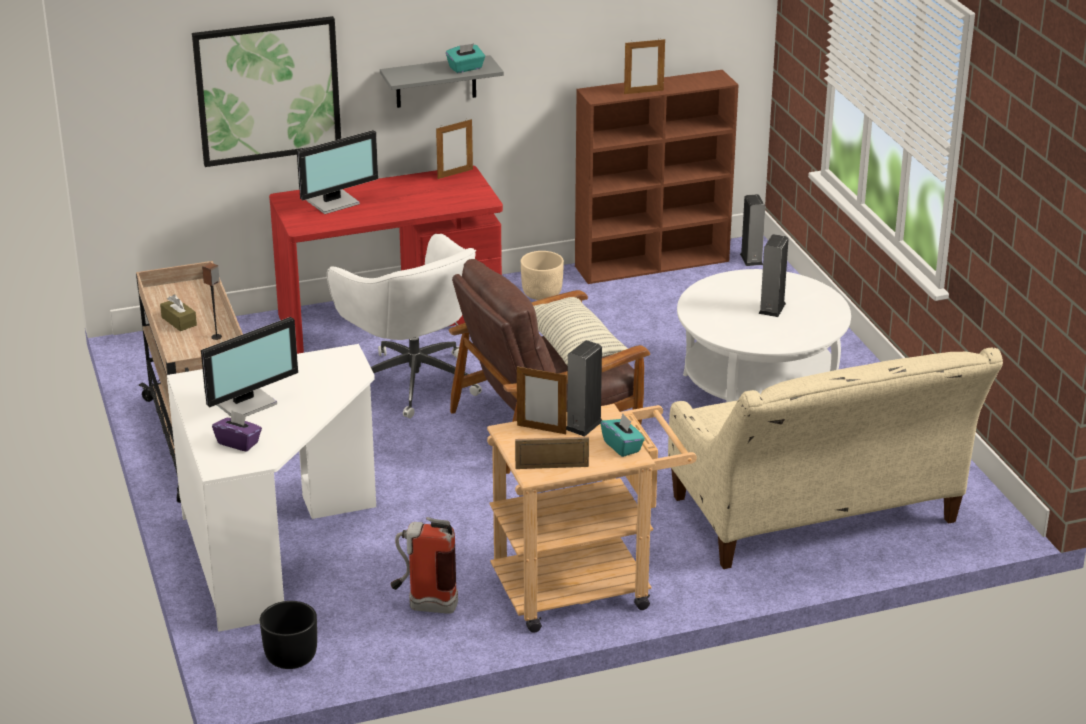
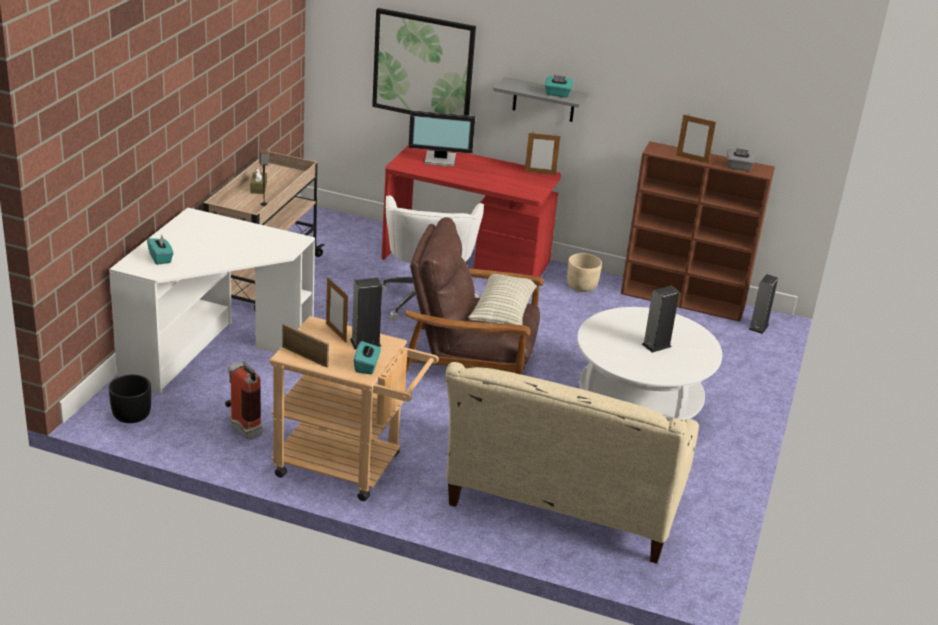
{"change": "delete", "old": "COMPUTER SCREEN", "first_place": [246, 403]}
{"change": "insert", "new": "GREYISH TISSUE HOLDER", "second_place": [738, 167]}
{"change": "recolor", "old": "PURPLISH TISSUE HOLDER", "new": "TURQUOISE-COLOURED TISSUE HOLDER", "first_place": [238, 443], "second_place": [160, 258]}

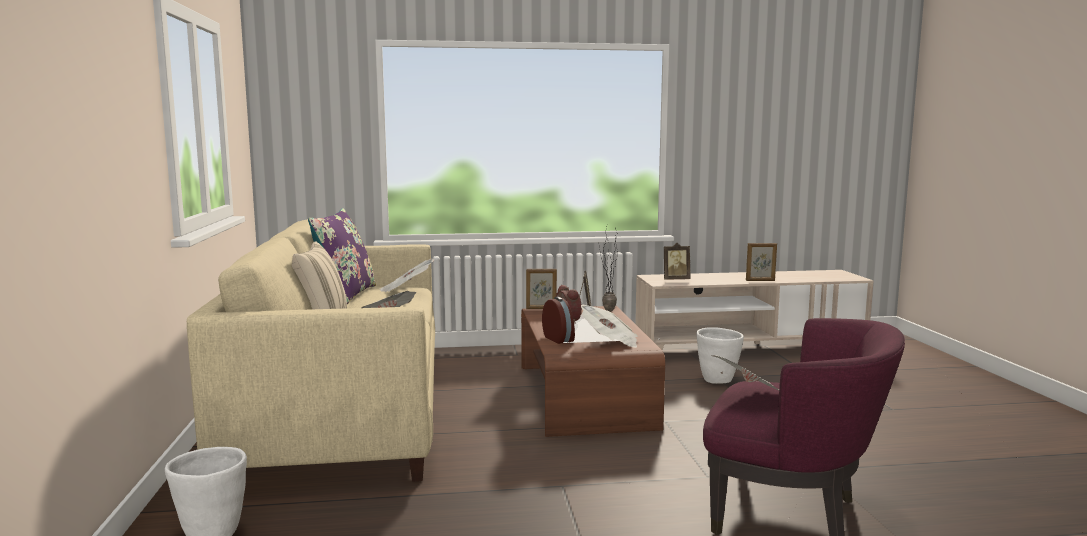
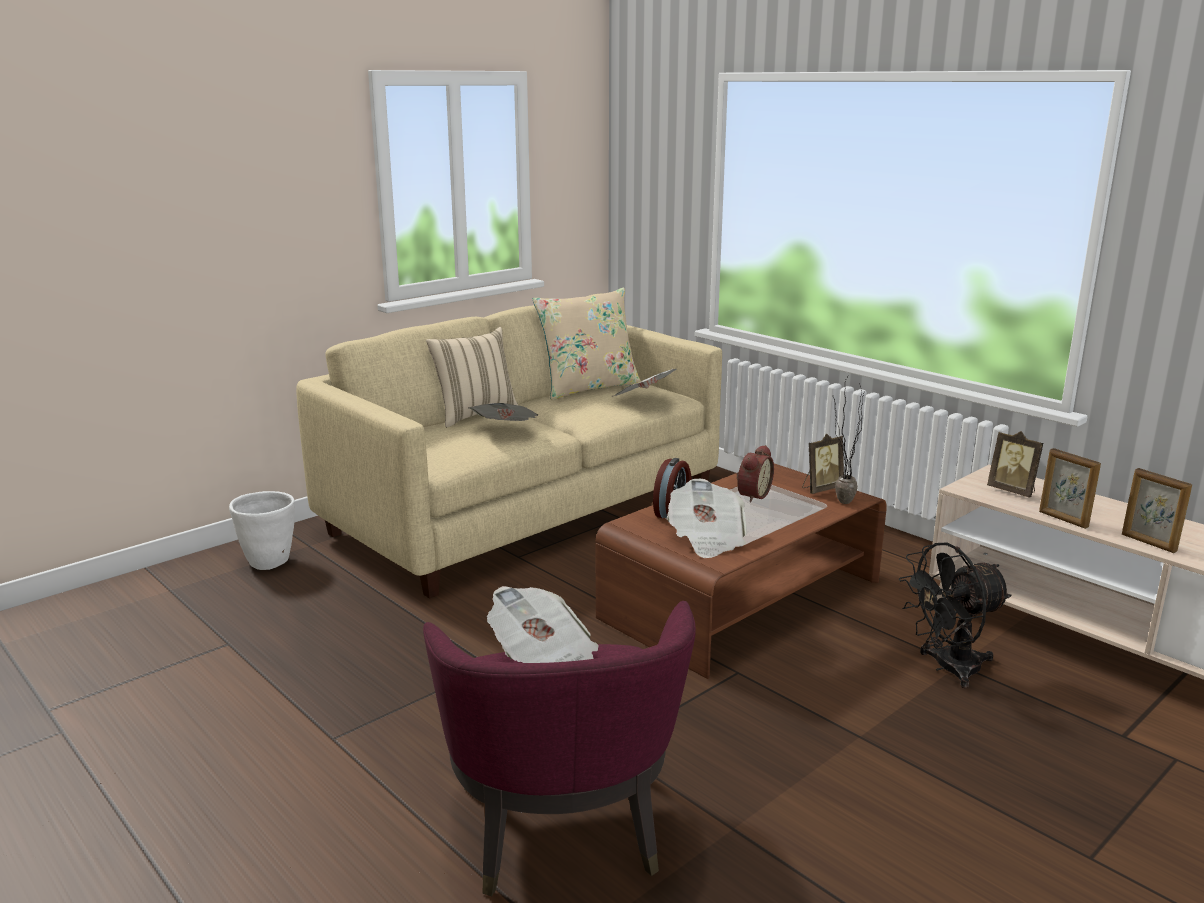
{"change": "move", "old": "PICTURE FRAME", "first_place": [541, 309], "second_place": [1063, 519]}
{"change": "replace", "old": "WHITE-COLOURED PLANTER", "new": "BLACKISH COOLING FAN", "first_place": [718, 380], "second_place": [947, 668]}
{"change": "recolor", "old": "PURPLISH CUSHION", "new": "BEIGE CUSHION", "first_place": [346, 295], "second_place": [588, 388]}

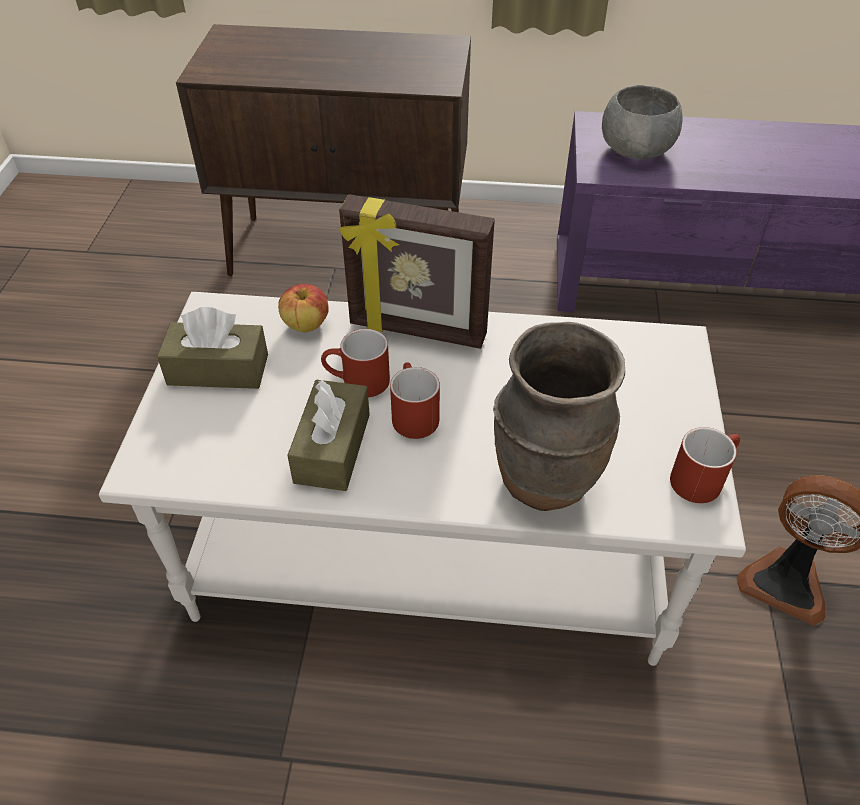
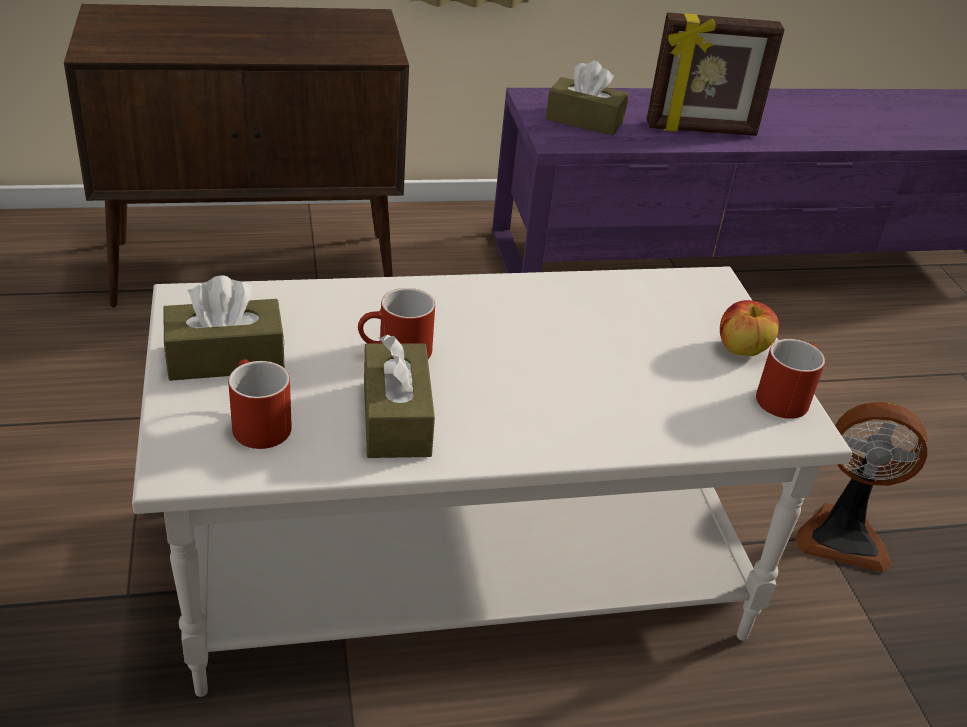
{"change": "delete", "old": "BROWNISH VASE", "first_place": [545, 479]}
{"change": "move", "old": "APPLE FRUIT", "first_place": [306, 325], "second_place": [742, 349]}
{"change": "move", "old": "PICTURE FRAME", "first_place": [417, 331], "second_place": [701, 130]}
{"change": "move", "old": "RED TEA MUG", "first_place": [411, 414], "second_place": [255, 423]}
{"change": "replace", "old": "GREYISH DEEP DISH", "new": "BROWNISH TISSUE HOLDER", "first_place": [635, 150], "second_place": [584, 120]}

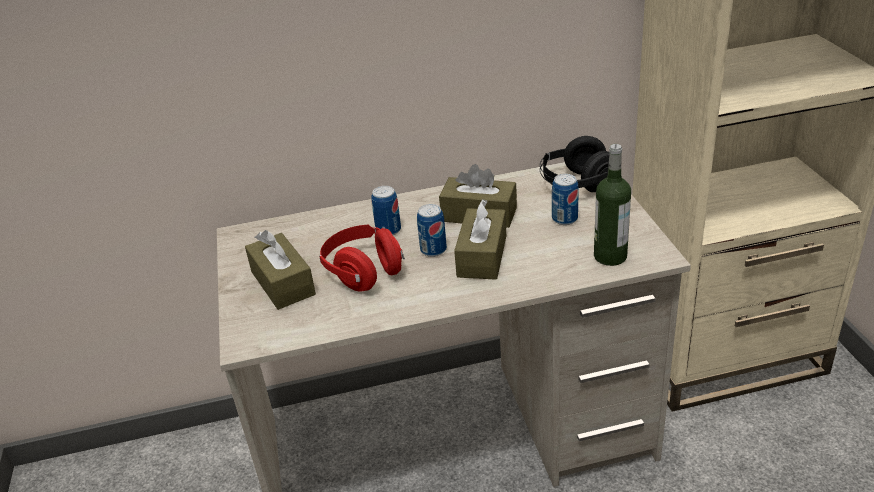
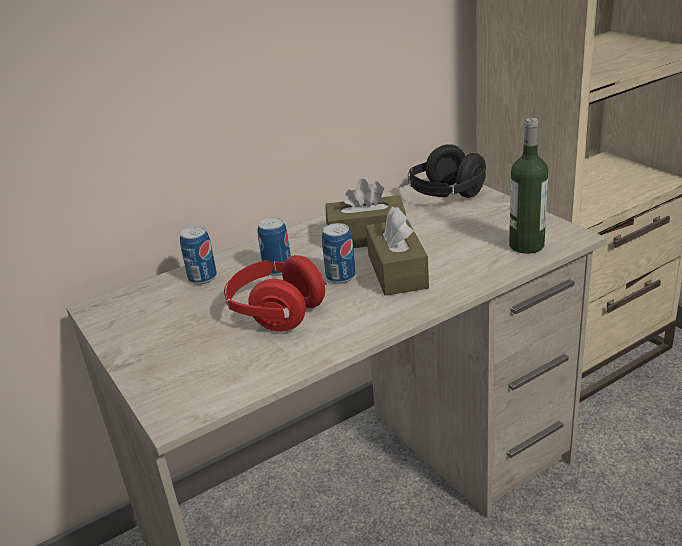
{"change": "delete", "old": "BROWNISH TISSUE HOLDER", "first_place": [283, 283]}
{"change": "move", "old": "CAN", "first_place": [564, 219], "second_place": [202, 278]}

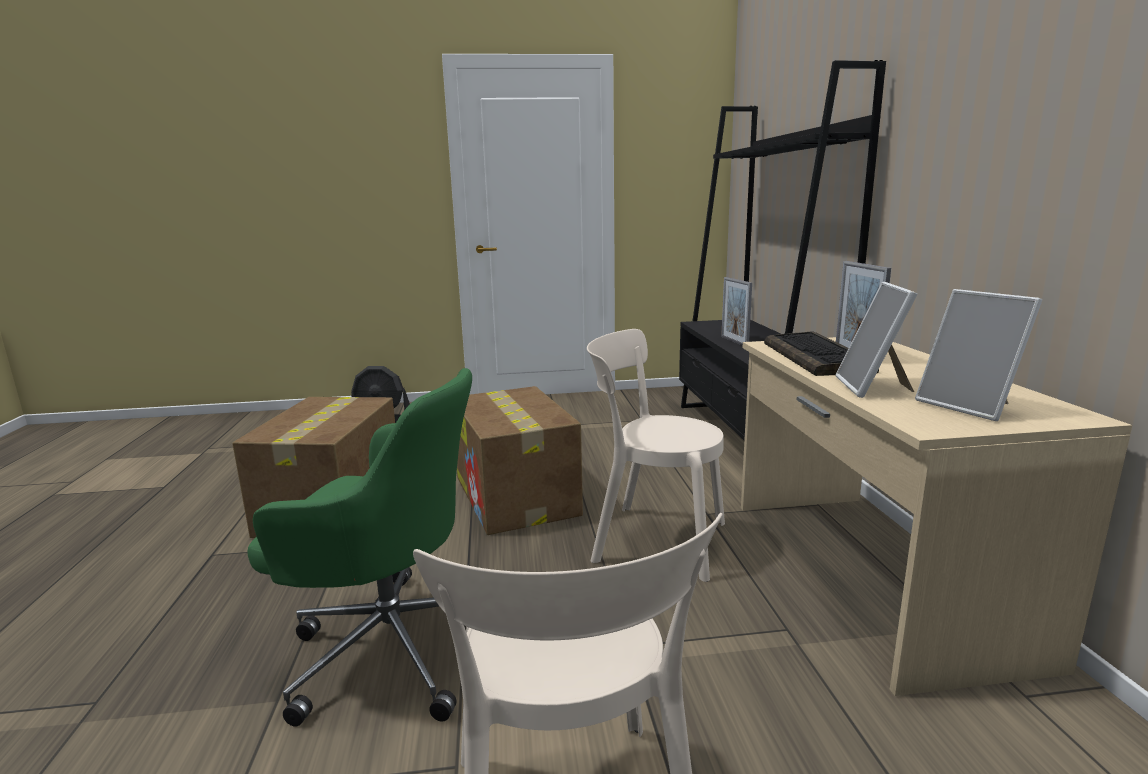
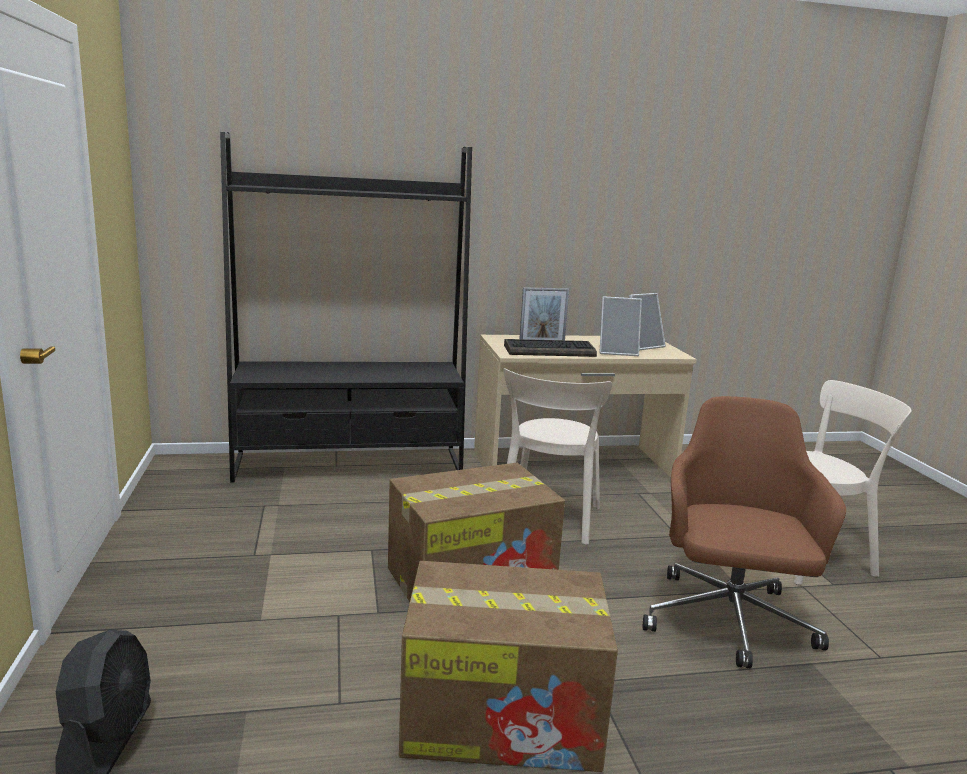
{"change": "delete", "old": "PICTURE FRAME", "first_place": [734, 341]}
{"change": "recolor", "old": "GREEN-COLOURED OFFICE CHAIR", "new": "BROWNISH OFFICE CHAIR", "first_place": [391, 645], "second_place": [728, 622]}

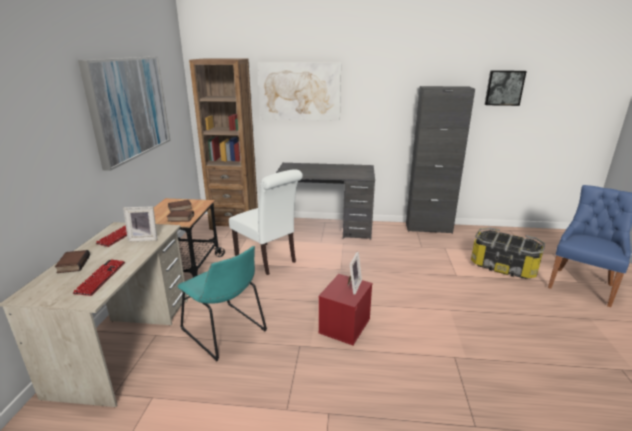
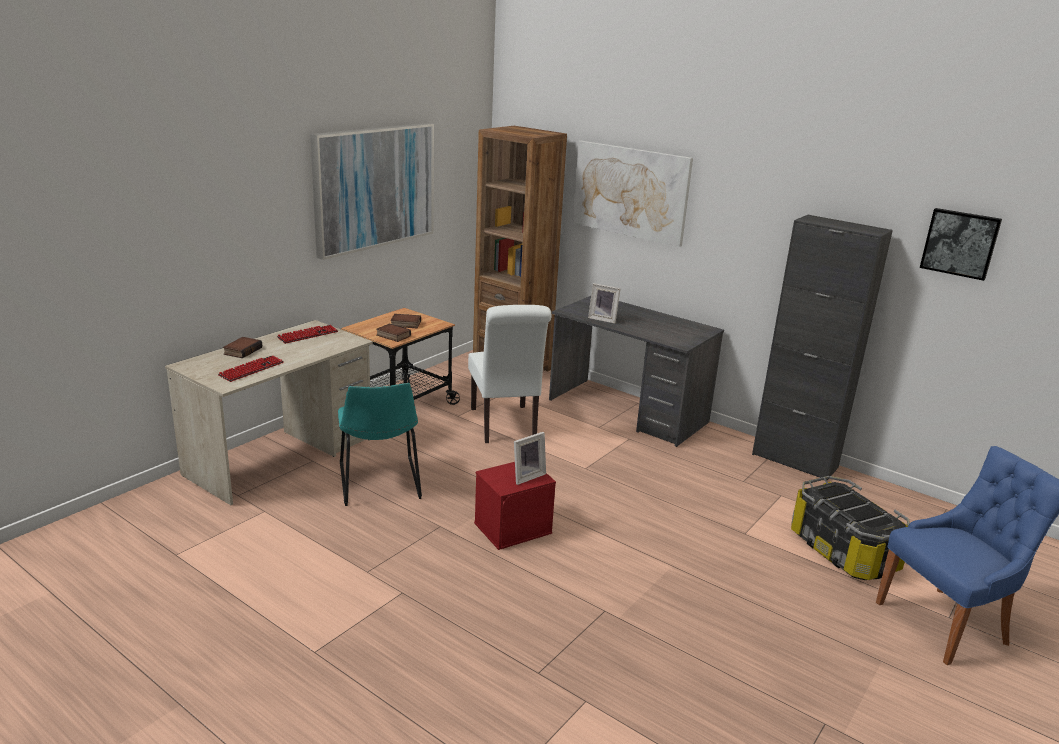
{"change": "move", "old": "PICTURE FRAME", "first_place": [144, 238], "second_place": [603, 319]}

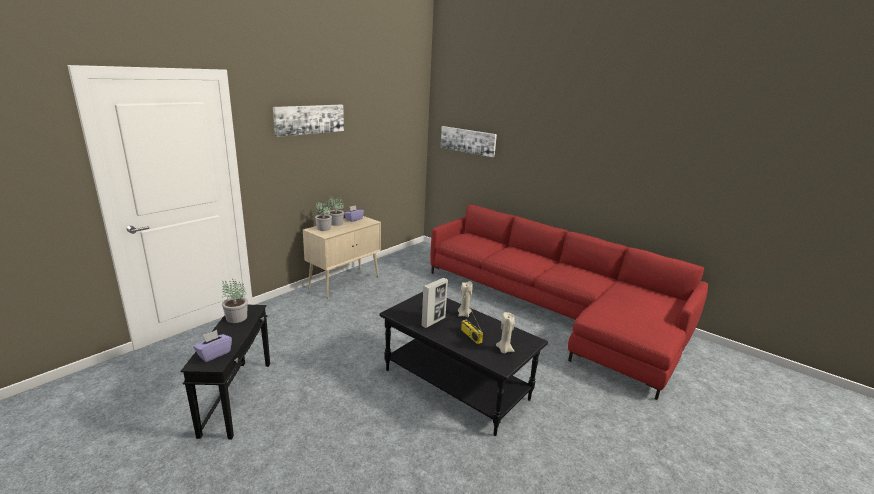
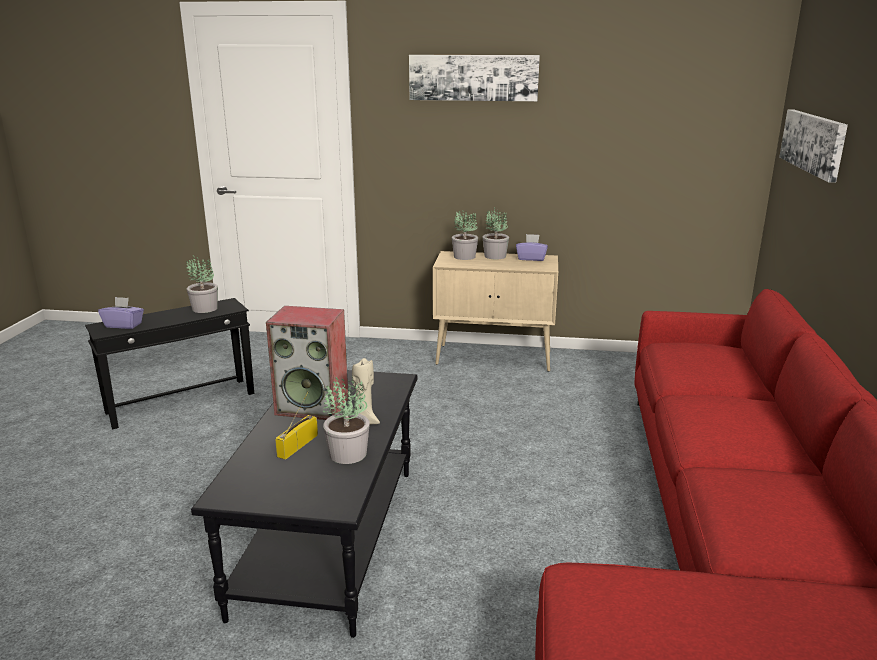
{"change": "delete", "old": "BEIGE WAX CANDLE", "first_place": [504, 350]}
{"change": "insert", "new": "POTTED PLANT", "second_place": [348, 453]}
{"change": "replace", "old": "PICTURE FRAME", "new": "SPEAKER", "first_place": [433, 322], "second_place": [313, 406]}

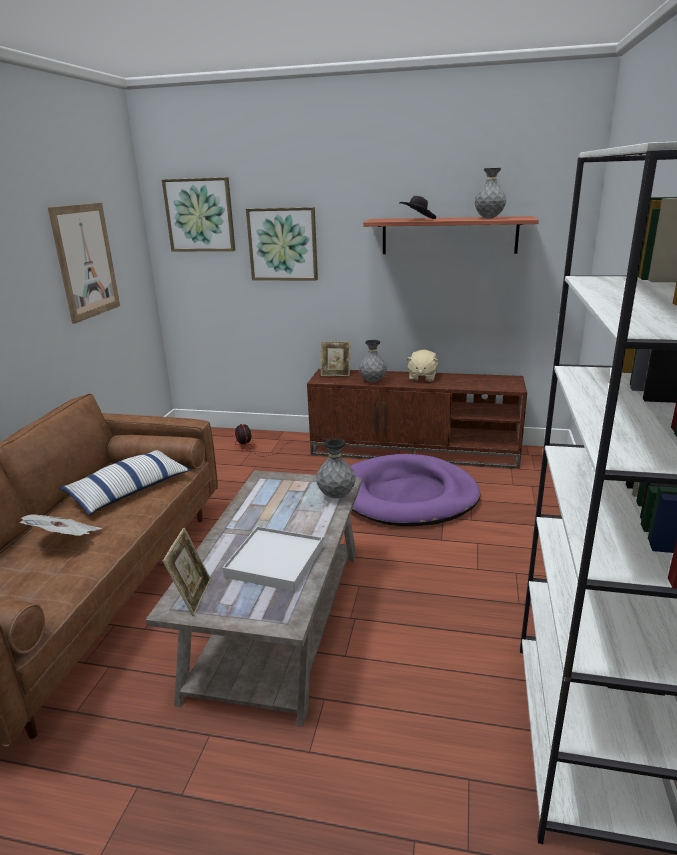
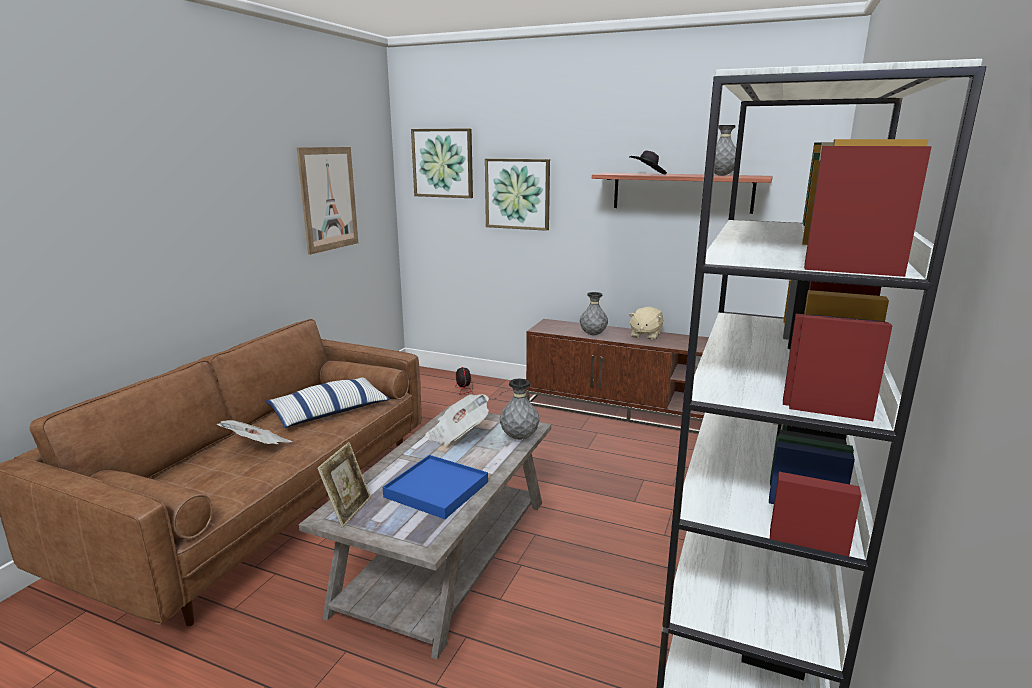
{"change": "delete", "old": "PICTURE FRAME", "first_place": [335, 374]}
{"change": "delete", "old": "PURPLISH PET BED", "first_place": [407, 495]}
{"change": "insert", "new": "PRINTED PAPER", "second_place": [457, 434]}
{"change": "recolor", "old": "WHITE-COLOURED TRAY", "new": "BLUE TRAY", "first_place": [275, 561], "second_place": [437, 489]}

